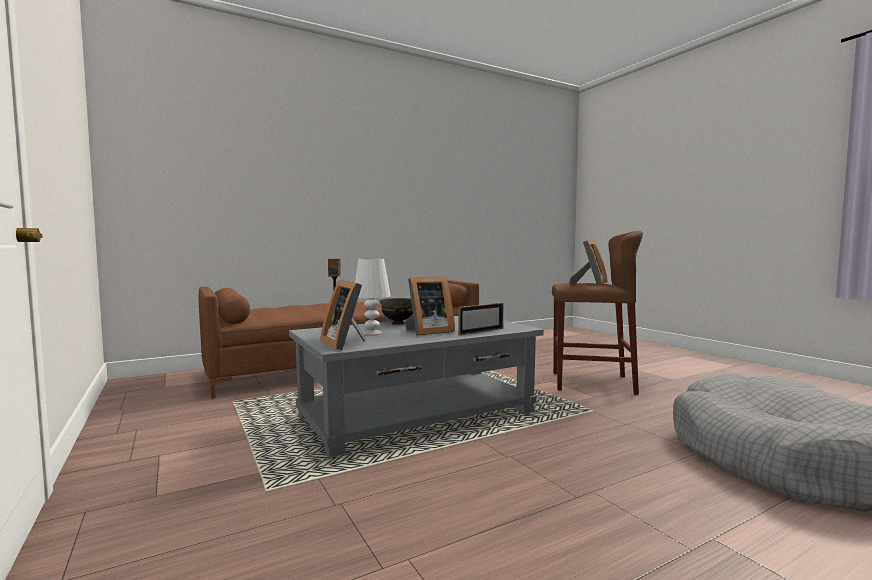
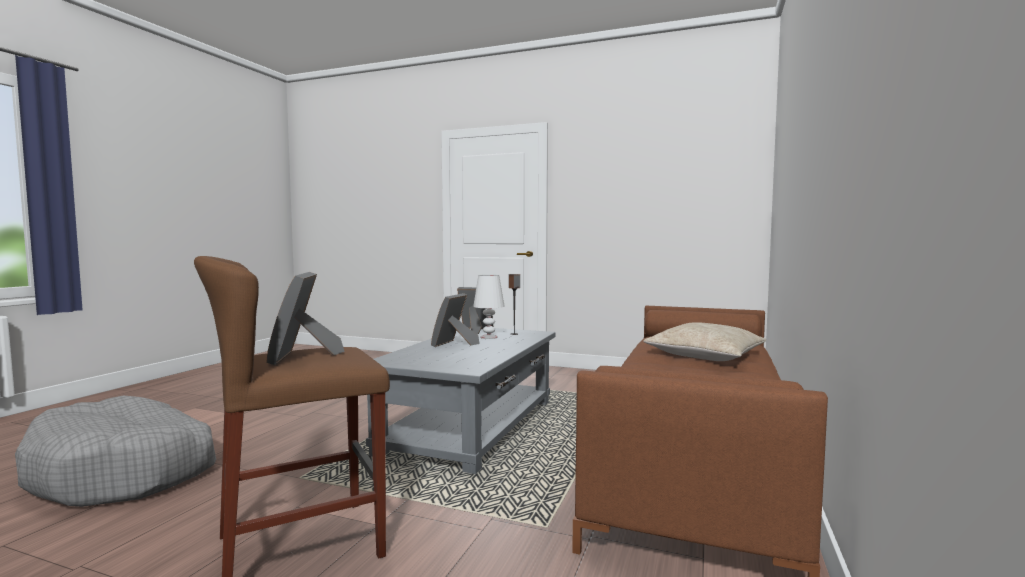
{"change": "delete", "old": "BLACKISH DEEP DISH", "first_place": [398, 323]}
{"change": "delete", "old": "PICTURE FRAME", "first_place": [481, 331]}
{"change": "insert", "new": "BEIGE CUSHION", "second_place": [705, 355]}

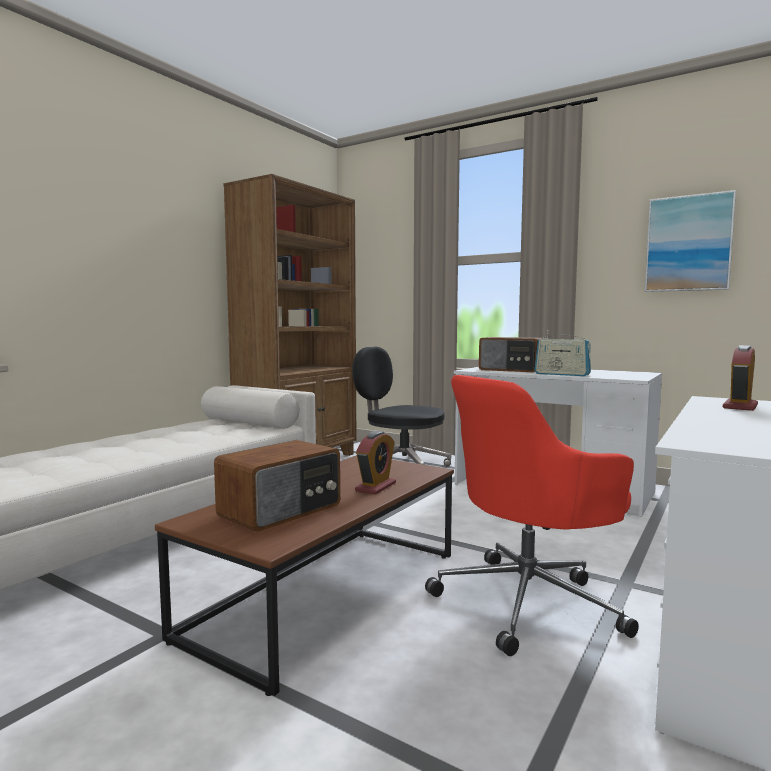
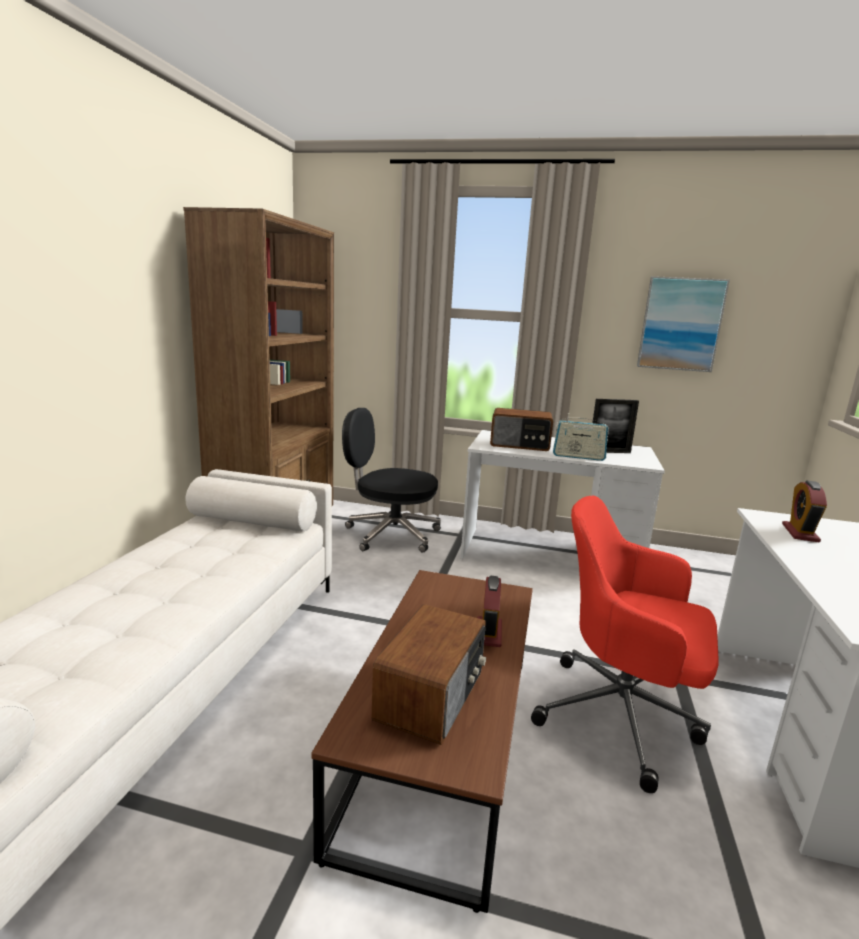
{"change": "insert", "new": "PICTURE FRAME", "second_place": [609, 452]}
{"change": "rotate", "old": "RED OFFICE CHAIR", "first_place": [529, 602], "second_place": [621, 716], "degrees": 75}

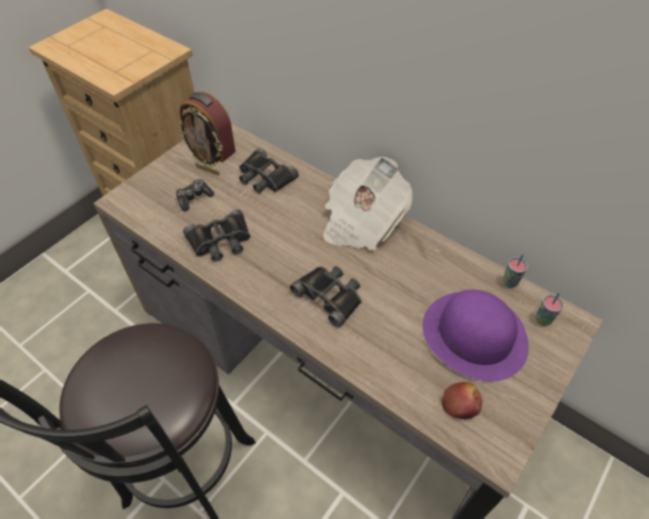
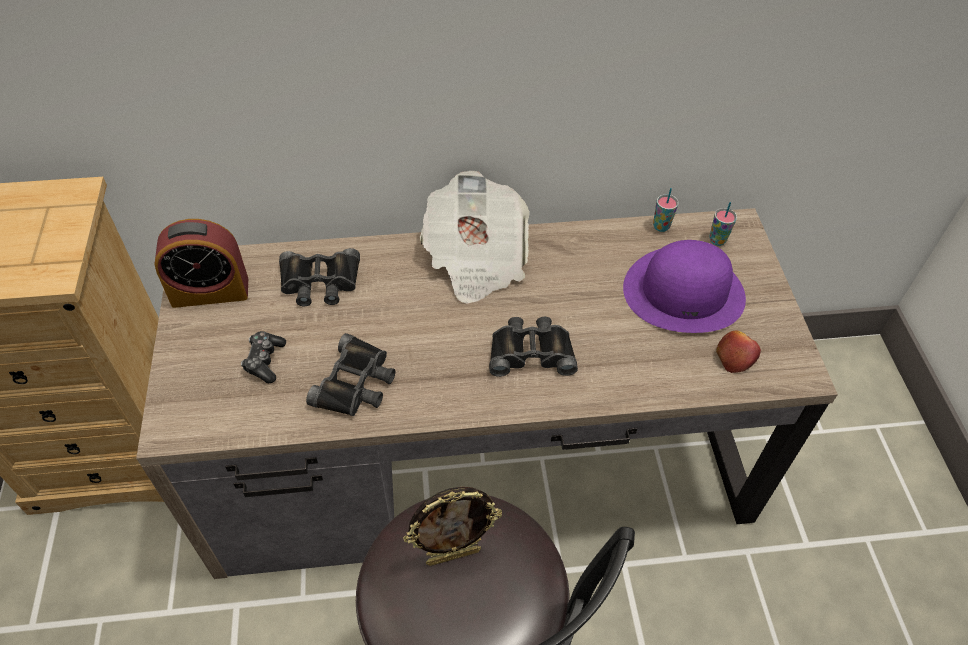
{"change": "move", "old": "PICTURE FRAME", "first_place": [208, 170], "second_place": [453, 555]}

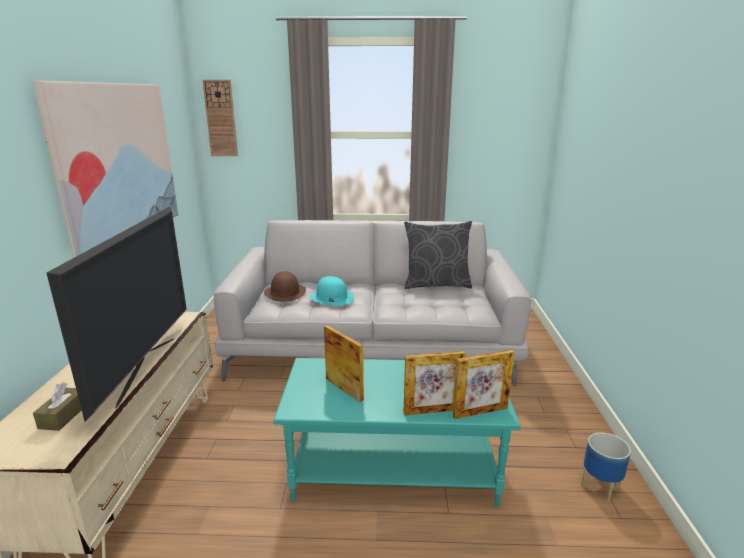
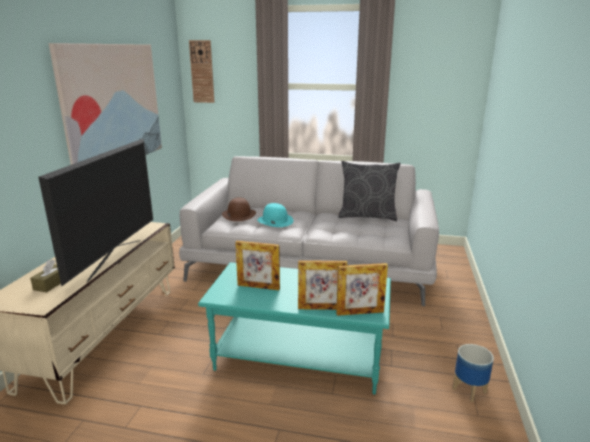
{"change": "rotate", "old": "PICTURE FRAME", "first_place": [344, 389], "second_place": [258, 287], "degrees": 135}

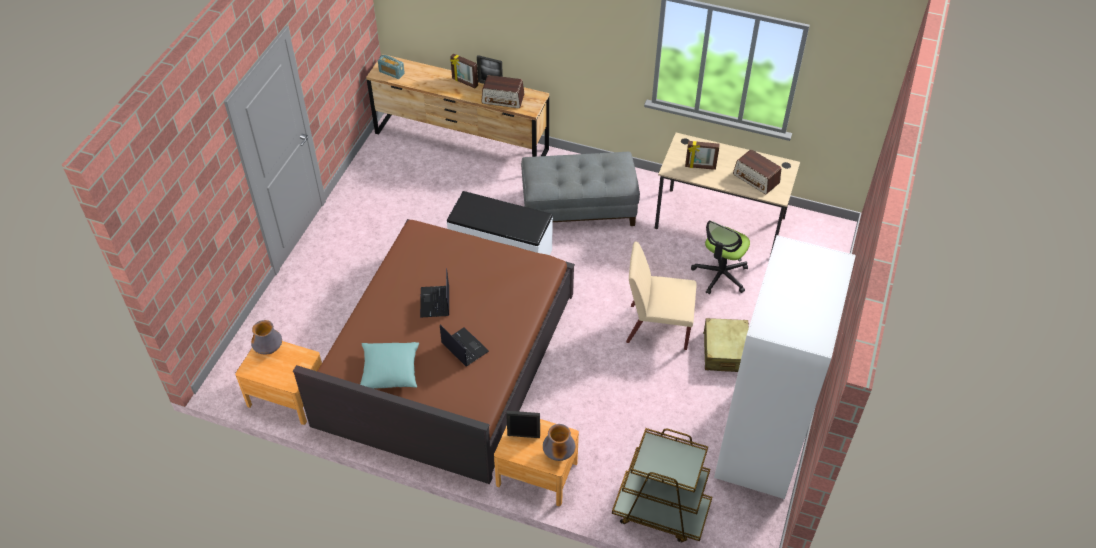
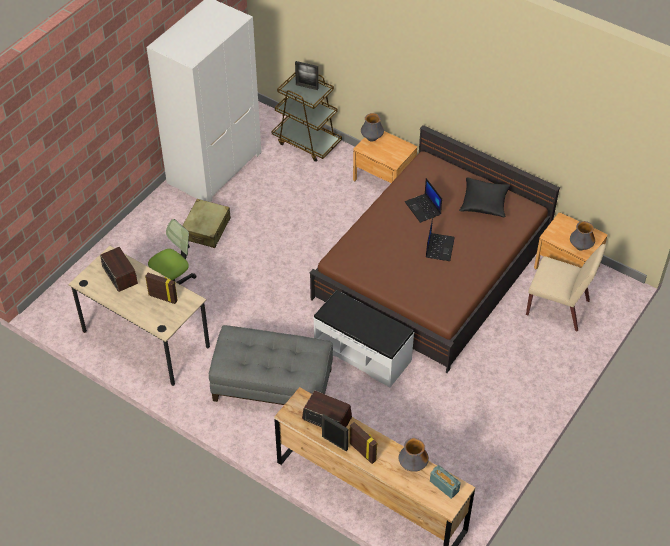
{"change": "insert", "new": "VASE", "second_place": [412, 465]}
{"change": "move", "old": "PICTURE FRAME", "first_place": [523, 435], "second_place": [307, 86]}
{"change": "move", "old": "BEIGE UPRIGHT CHAIR", "first_place": [657, 327], "second_place": [558, 308]}
{"change": "recolor", "old": "TURQUOISE-COLOURED CUSHION", "new": "BLACKISH CUSHION", "first_place": [390, 371], "second_place": [484, 203]}

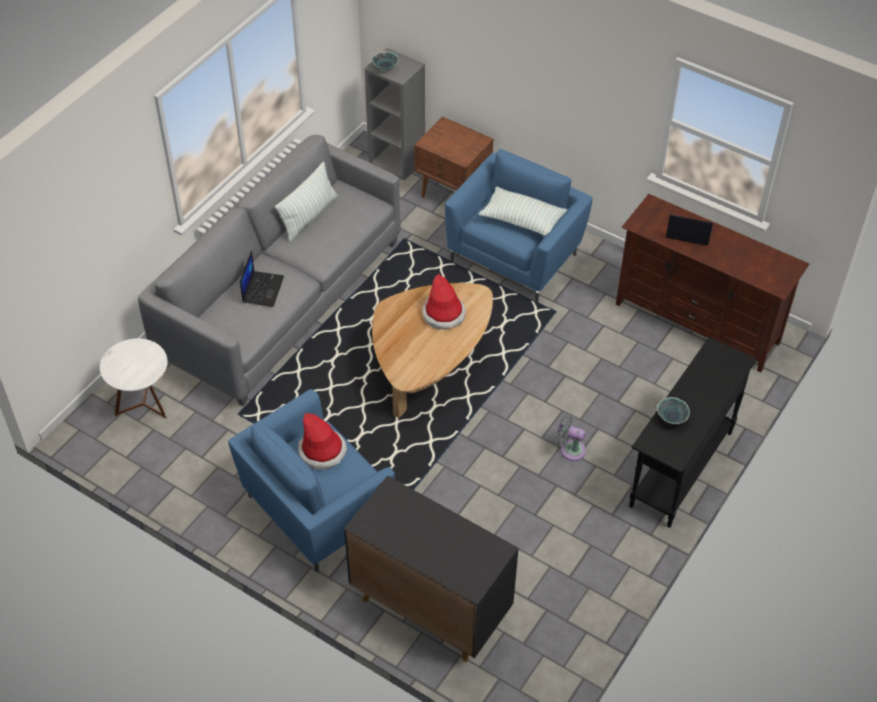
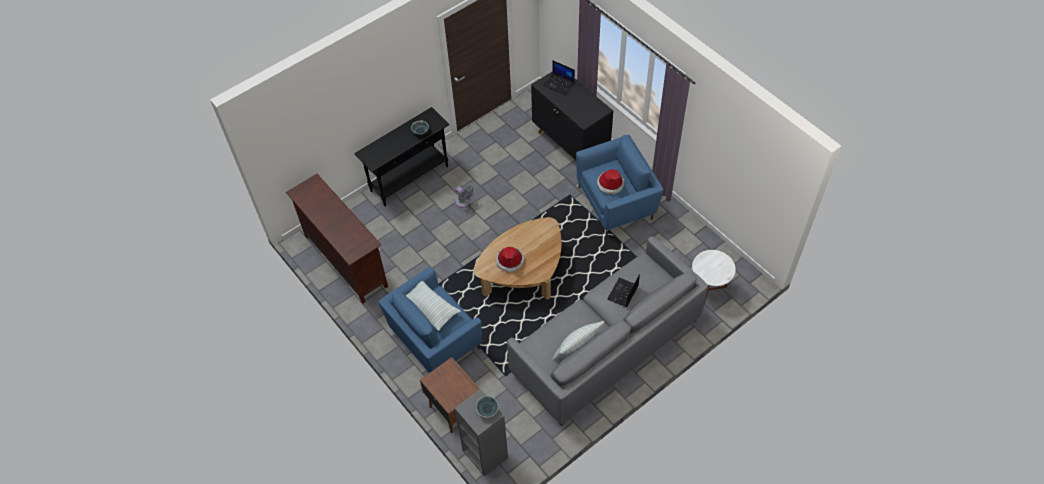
{"change": "move", "old": "LAPTOP", "first_place": [688, 232], "second_place": [559, 84]}

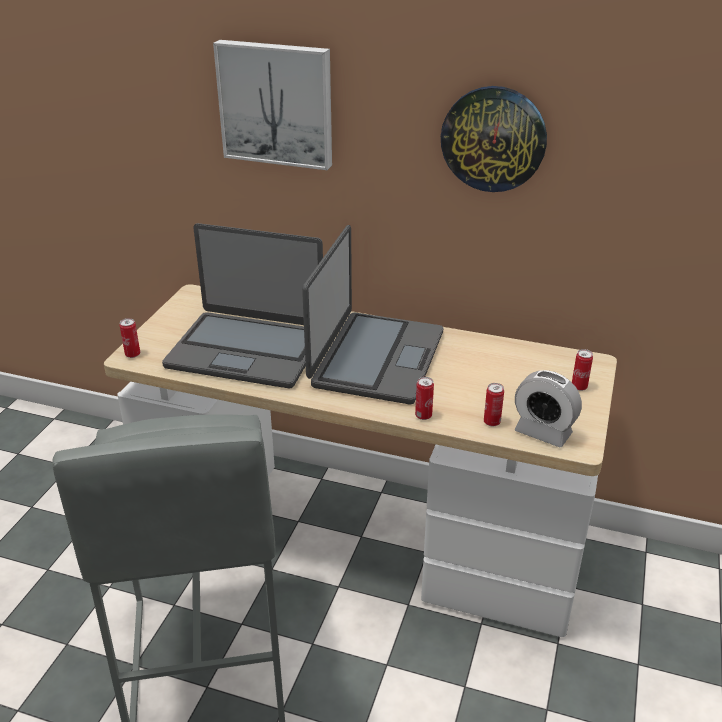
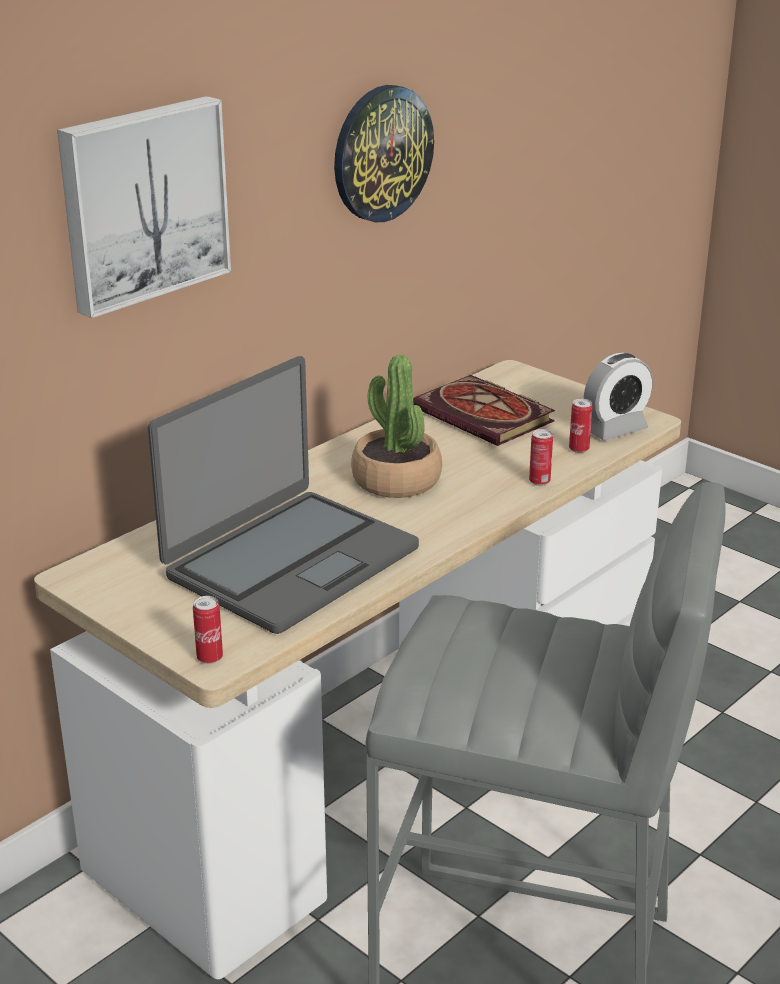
{"change": "delete", "old": "CAN", "first_place": [579, 387]}
{"change": "insert", "new": "BOOK", "second_place": [487, 416]}
{"change": "replace", "old": "LAPTOP", "new": "POTTED PLANT", "first_place": [376, 358], "second_place": [396, 480]}

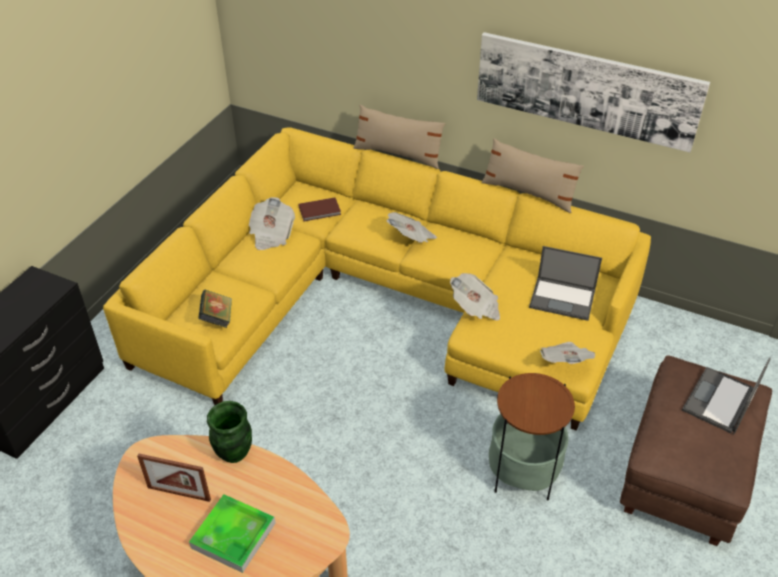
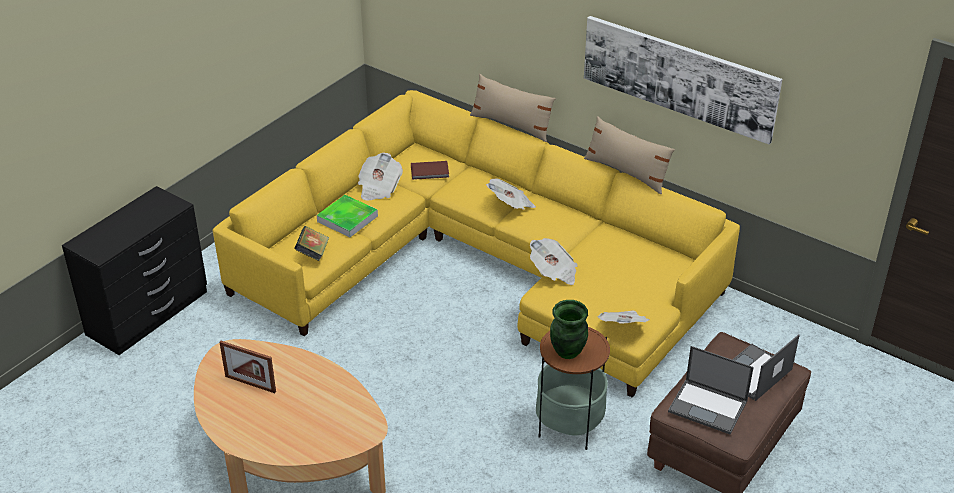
{"change": "move", "old": "TRAY", "first_place": [233, 535], "second_place": [347, 219]}
{"change": "move", "old": "GREEN-COLOURED VASE", "first_place": [233, 453], "second_place": [567, 352]}
{"change": "move", "old": "LAPTOP", "first_place": [563, 298], "second_place": [708, 407]}

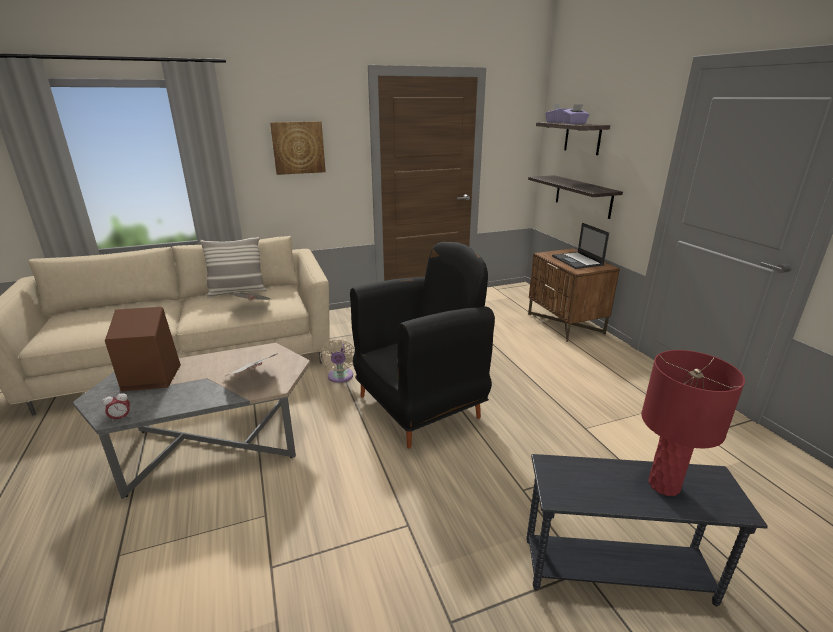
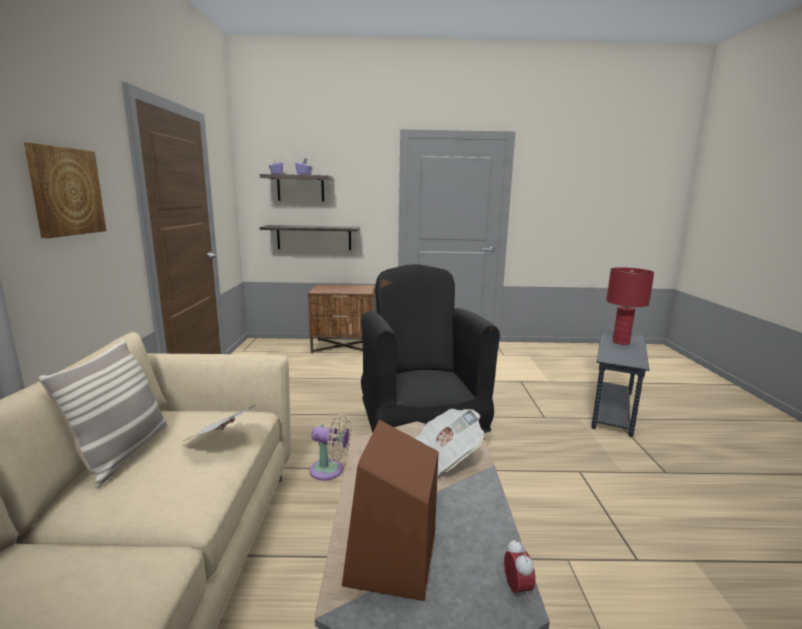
{"change": "delete", "old": "LAPTOP", "first_place": [577, 261]}

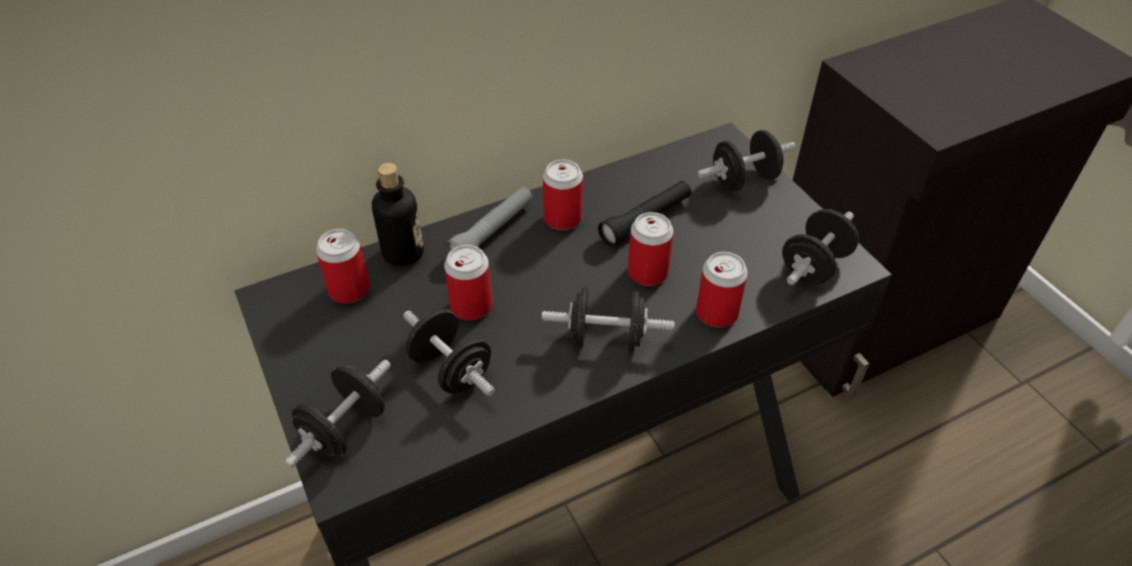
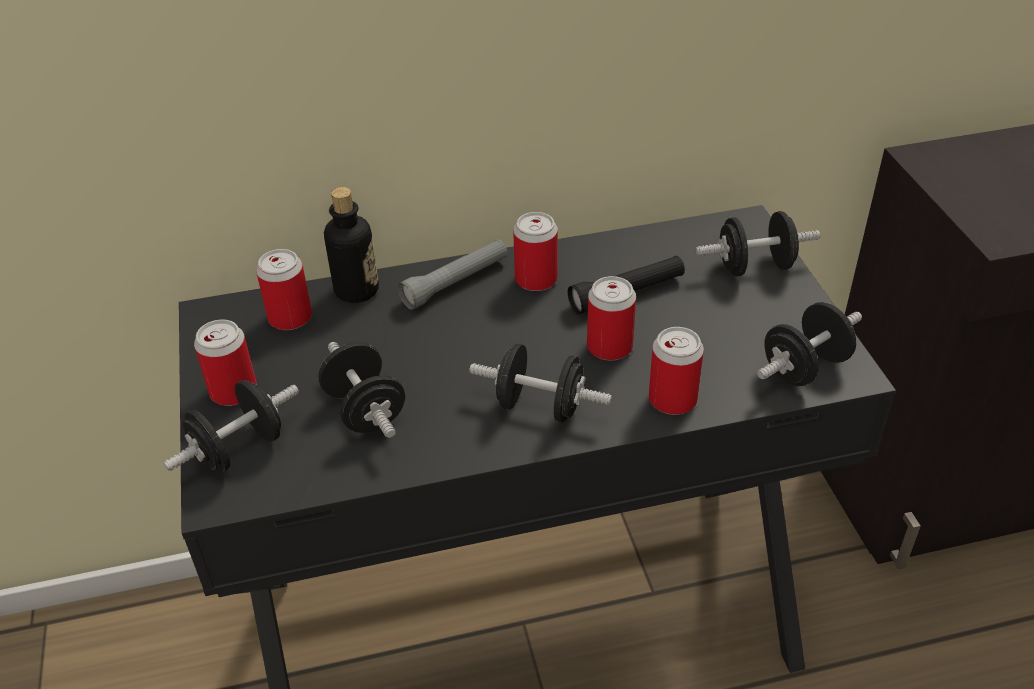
{"change": "move", "old": "CAN", "first_place": [471, 306], "second_place": [233, 391]}

